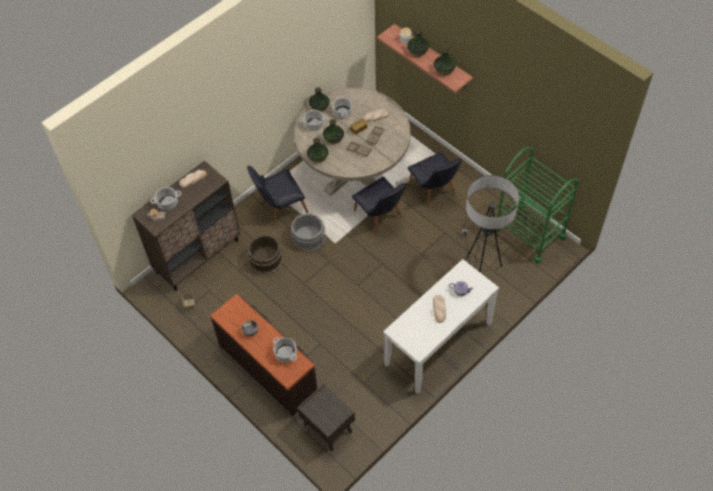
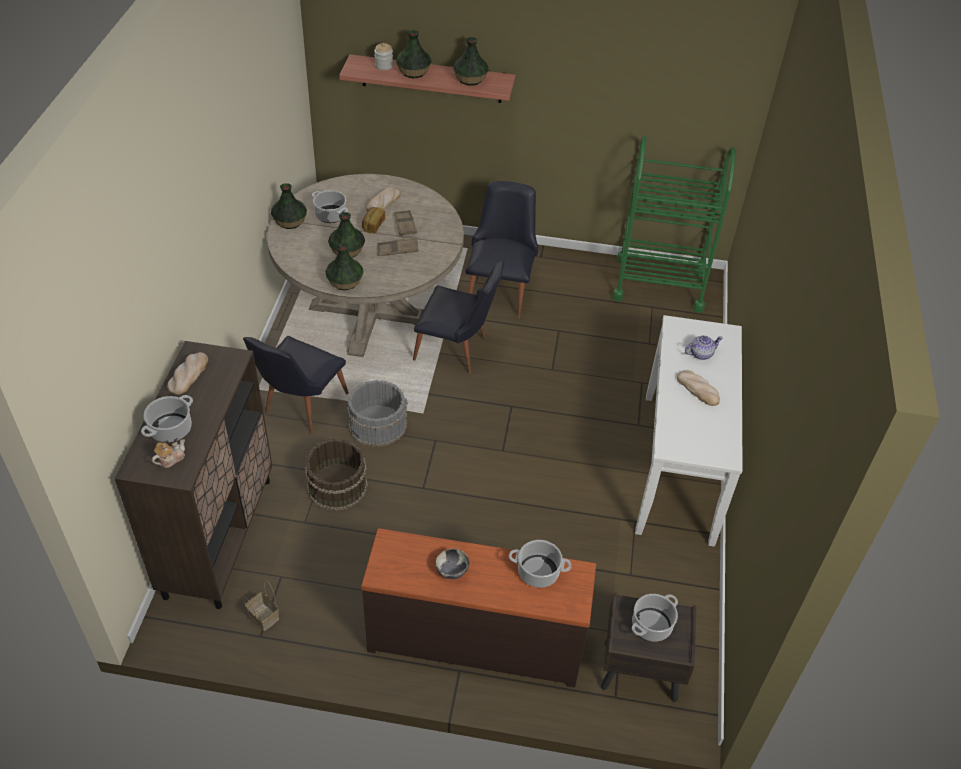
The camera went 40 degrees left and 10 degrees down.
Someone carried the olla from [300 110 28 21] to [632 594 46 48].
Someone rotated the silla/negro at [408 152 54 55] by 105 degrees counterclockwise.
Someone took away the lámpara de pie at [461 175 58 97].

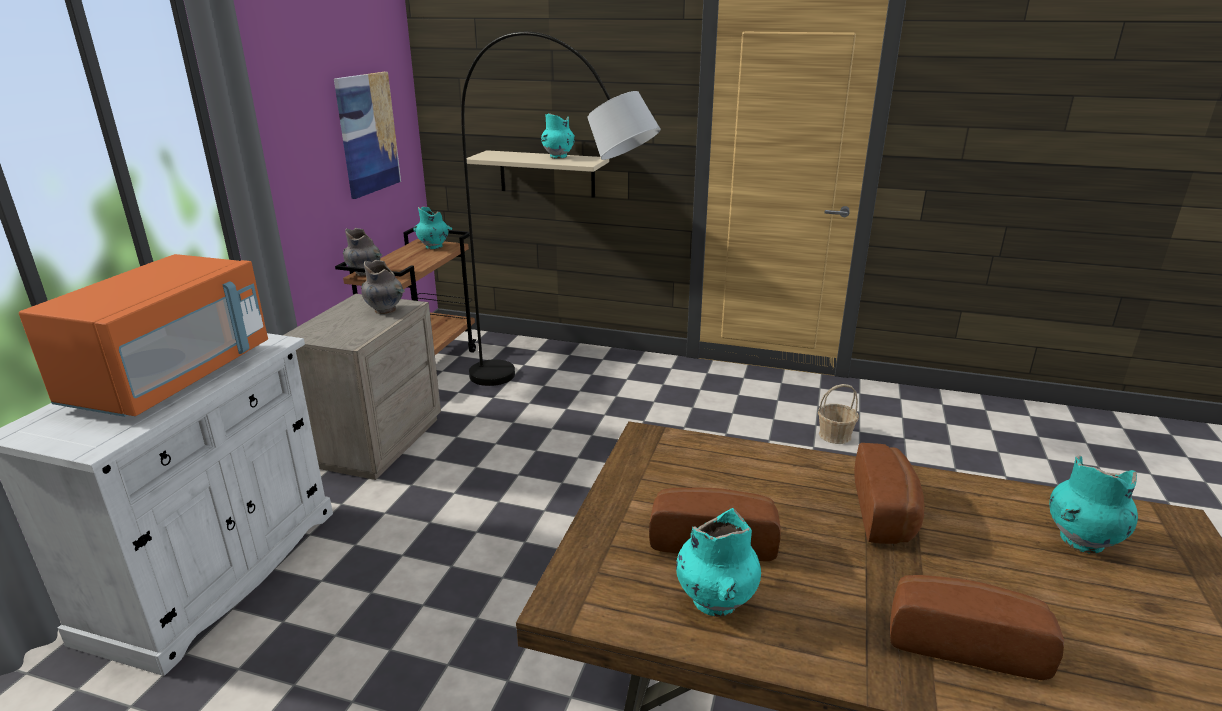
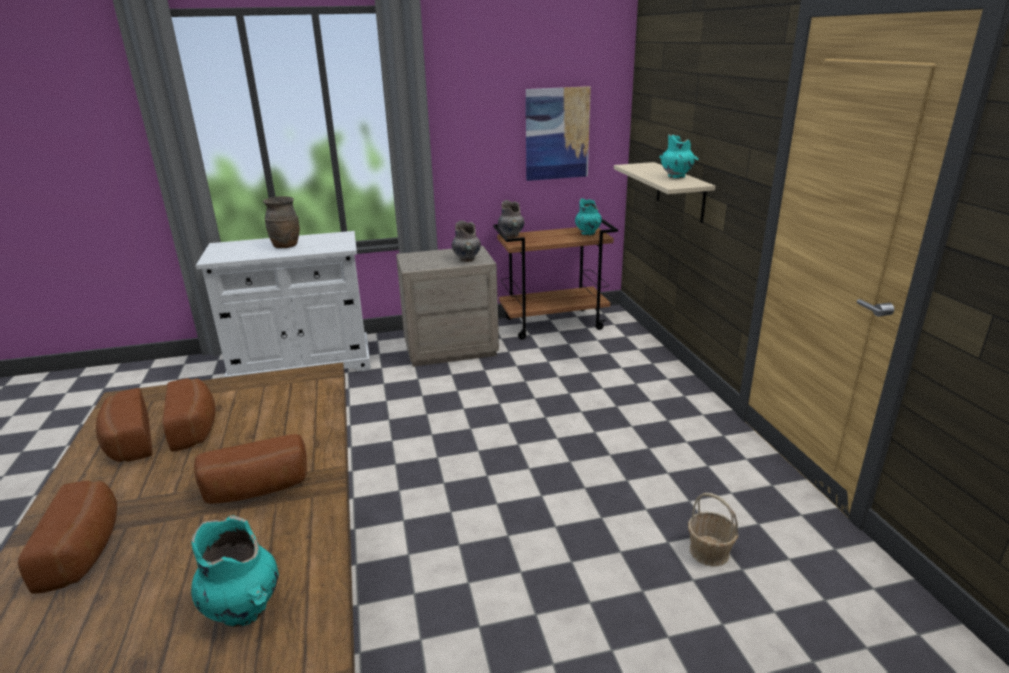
The camera went 60 degrees right and 0 degrees up.
Someone swapped the microondas/naranja at [19 254 249 163] for the florero/marrón at [263 196 37 52].
Someone took away the lámpara de pie/gris at [461 32 200 354].
Someone swapped the florero/turquesa at [676 508 85 109] for the pan at [96 388 56 74].

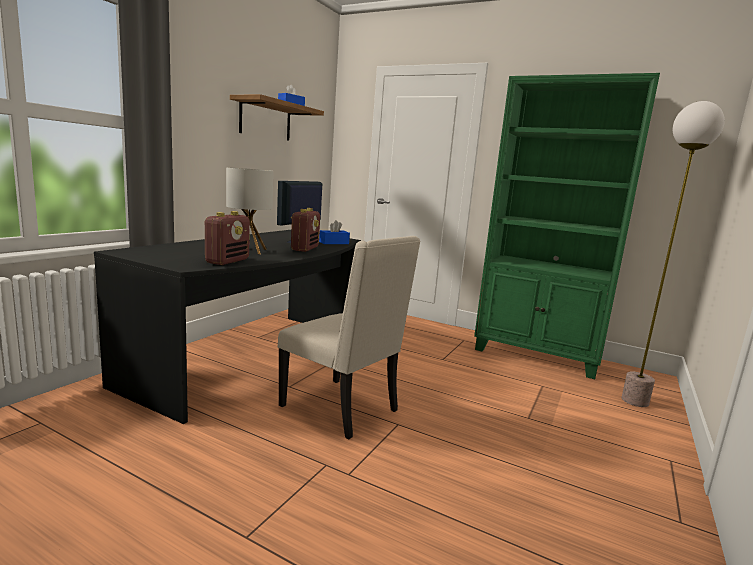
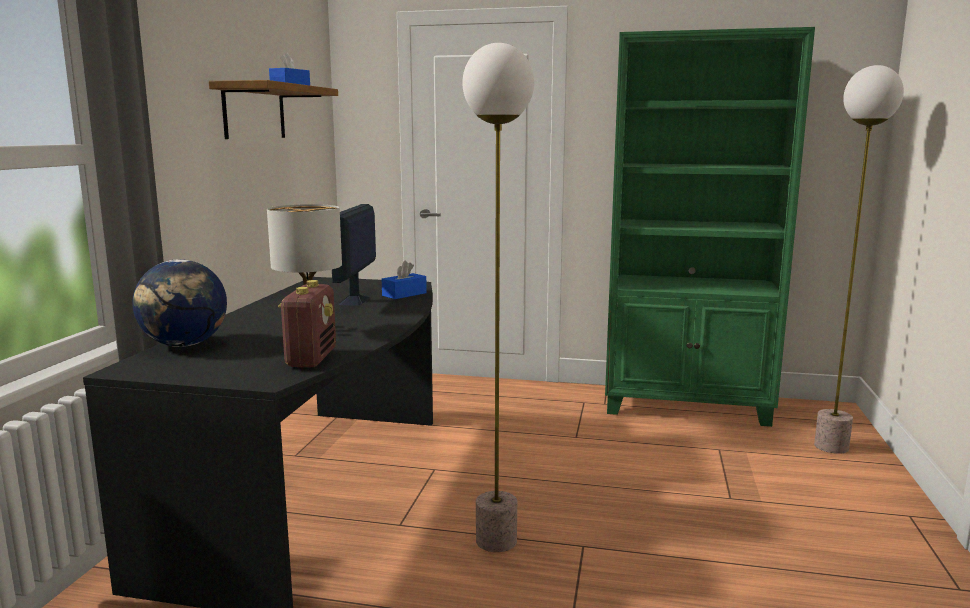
The camera went 15 degrees left and 0 degrees up.
Someone swapped the silla/beis at [278 236 143 203] for the lámpara de pie at [462 43 72 509].
Someone took away the radio at [290 208 30 44].
Someone put down the globo terráqueo at [132 259 95 88].

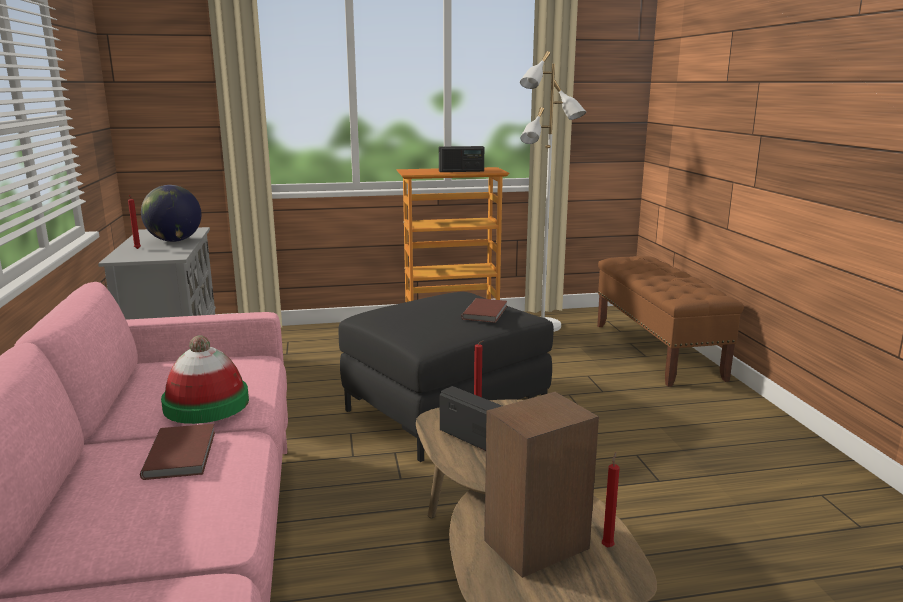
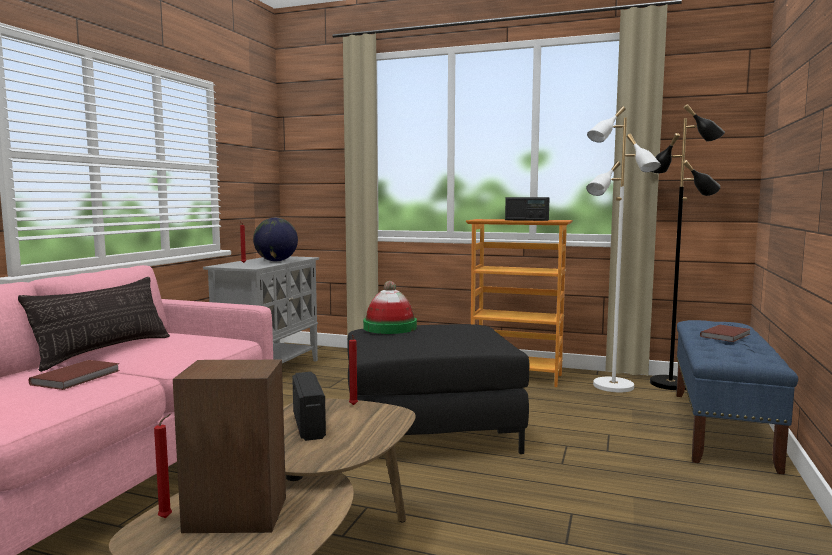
The camera went 30 degrees right and 10 degrees down.
Someone carried the sombrero from [161 335 88 89] to [363 281 54 53].
Someone carried the libro/marrón from [461 298 46 25] to [700 325 51 17].
Someone repainted the banco/marrón at [597 256 147 131], which became the banco/azul at [676 320 122 155].
Someone carried the vela/rojo from [602 452 18 96] to [154 414 18 104].
Someone put down the cojín at [18 277 152 95].
Someone put down the lámpara de pie/negro at [650 104 75 286].

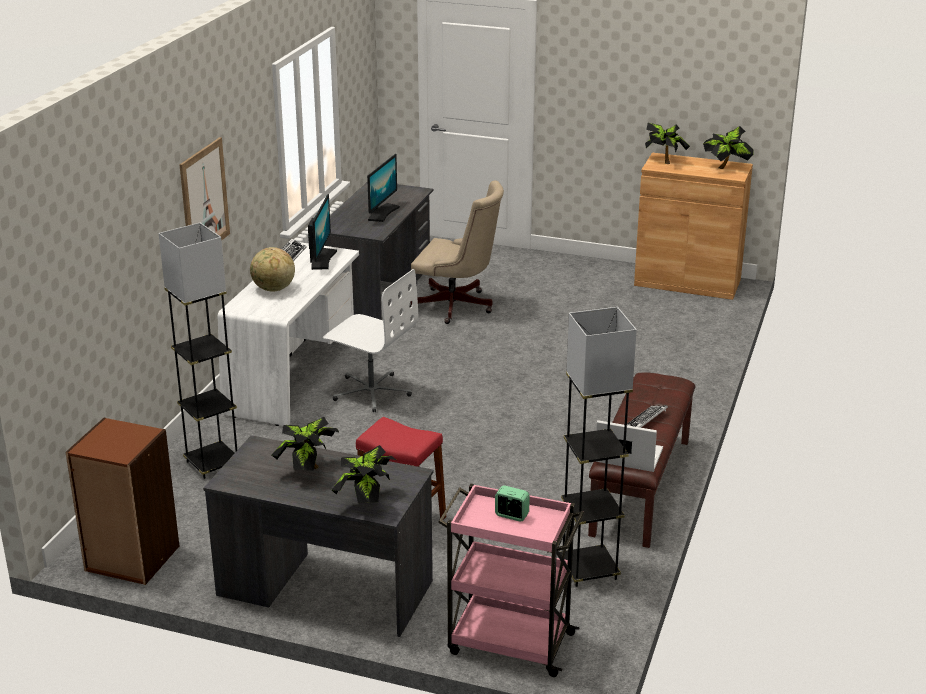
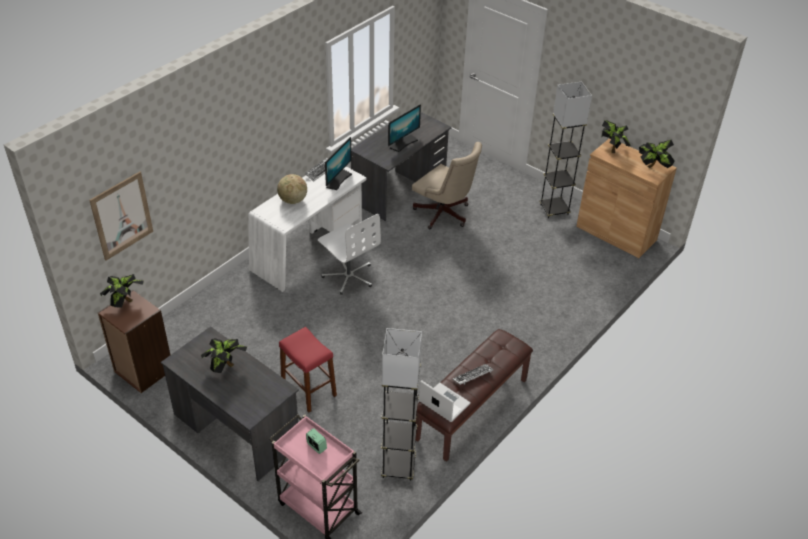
The camera went 20 degrees right and 15 degrees up.
Someone carried the lámpara de pie/gris from [159 223 78 256] to [539 82 53 136].
Someone carried the cuadro from [179 137 51 103] to [89 172 64 88].
Someone carried the planta en maceta from [332 445 64 58] to [100 274 44 34].

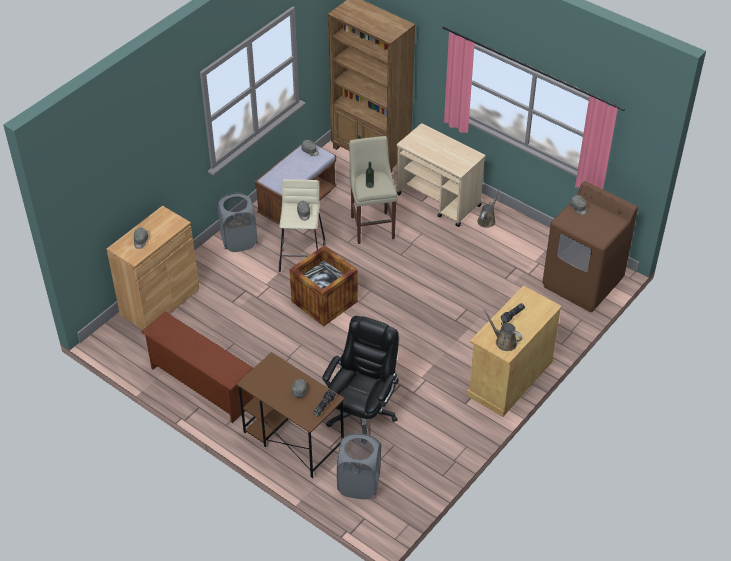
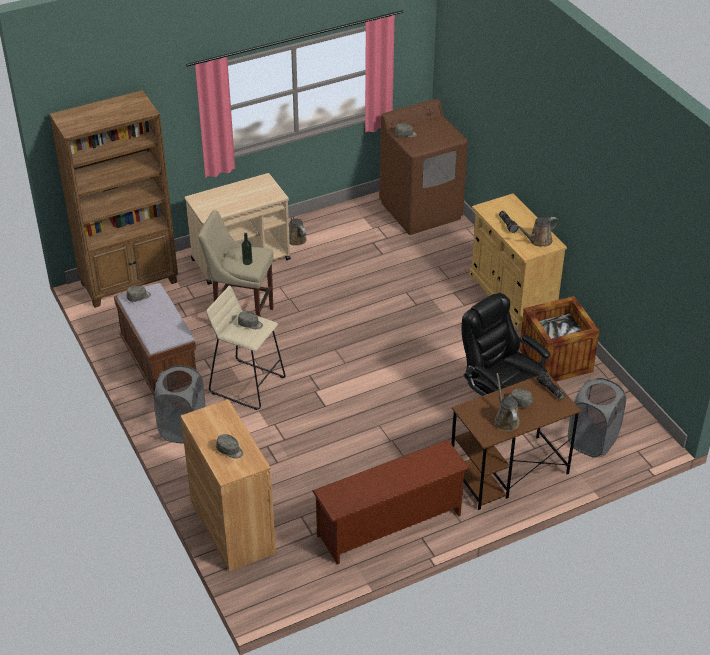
The camera went 65 degrees left and 5 degrees down.
Someone carried the caja de embalaje from [290 245 68 81] to [519 296 81 86].
Someone put down the regadera/marrón at [494 373 26 58].

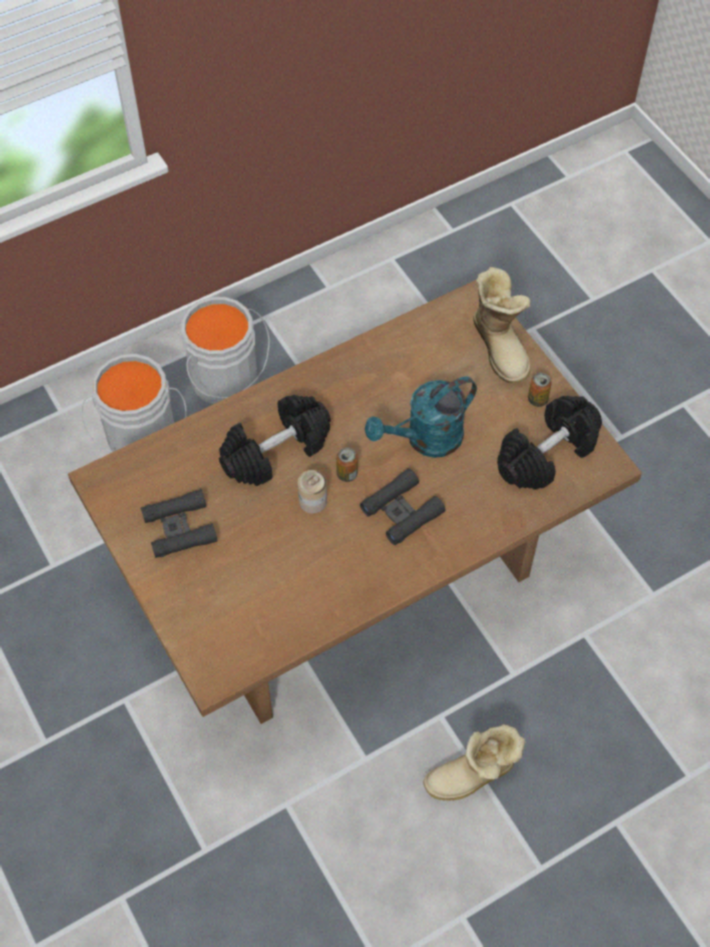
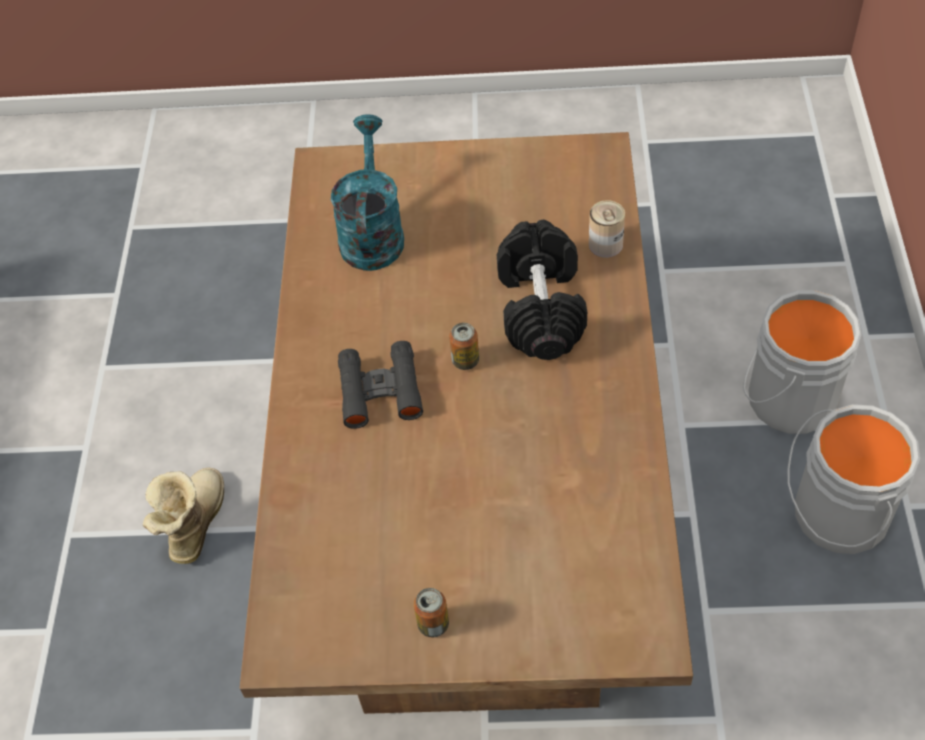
The camera went 125 degrees right and 5 degrees down.
Someone took away the prismáticos/negro at [141 489 77 69].
Someone carried the lata from [298 470 29 44] to [589 200 36 58].
Someone carried the regadera/turquesa from [365 377 112 81] to [331 114 73 157].
Someone took away the bota at [473 267 57 116].
Someone took away the mancuerna/negro at [497 396 105 94].

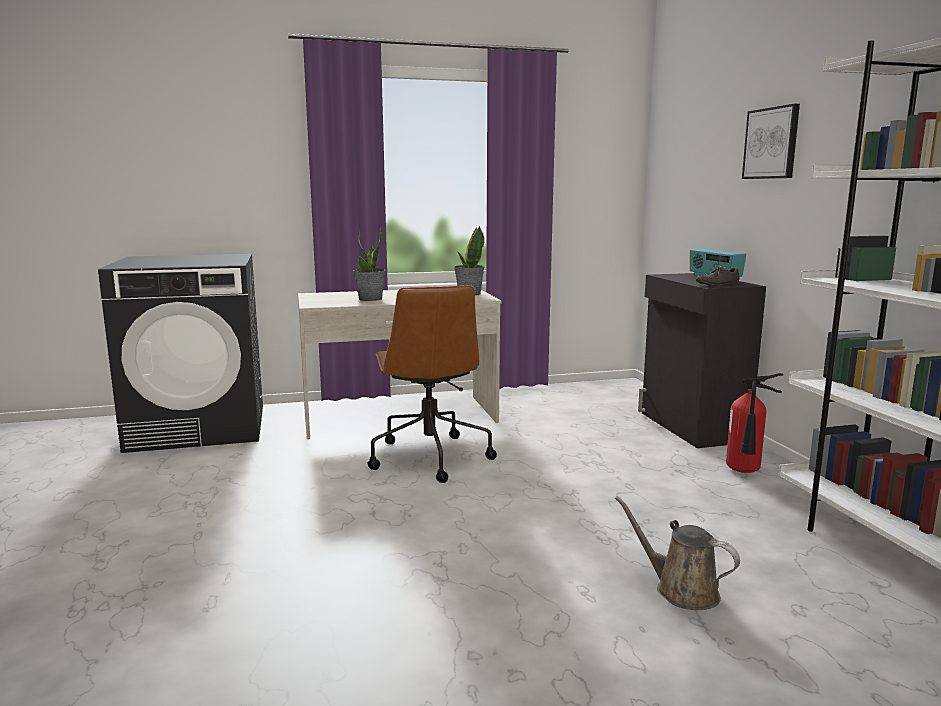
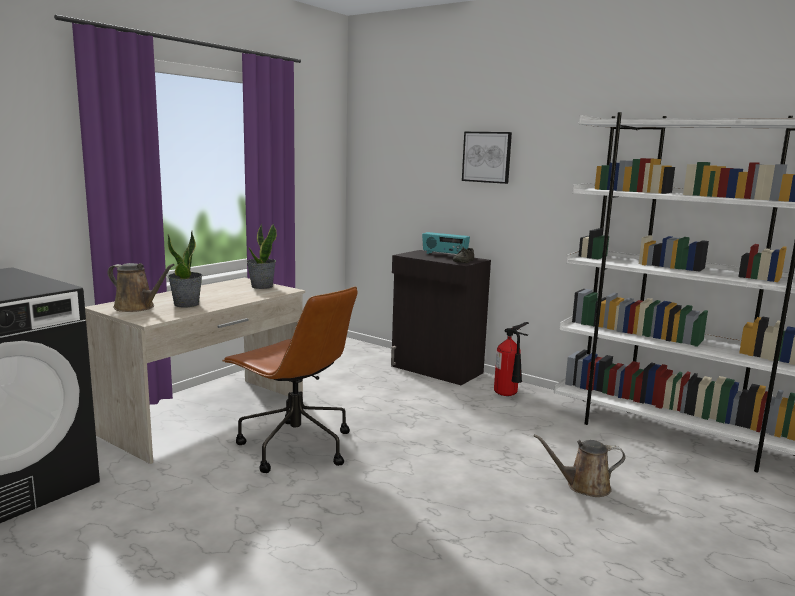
The camera went 40 degrees left and 0 degrees up.
Someone put down the regadera/marrón at [108 263 67 49].

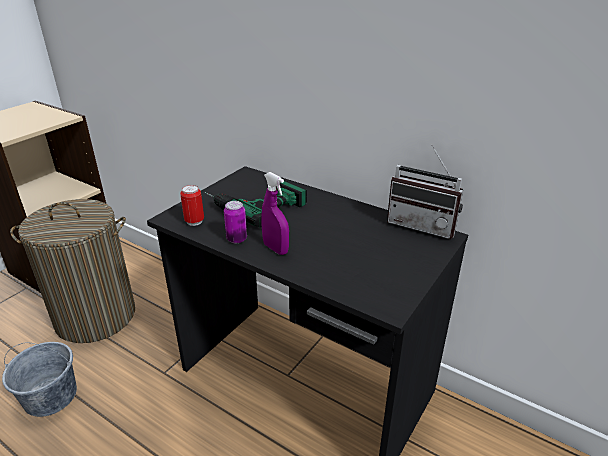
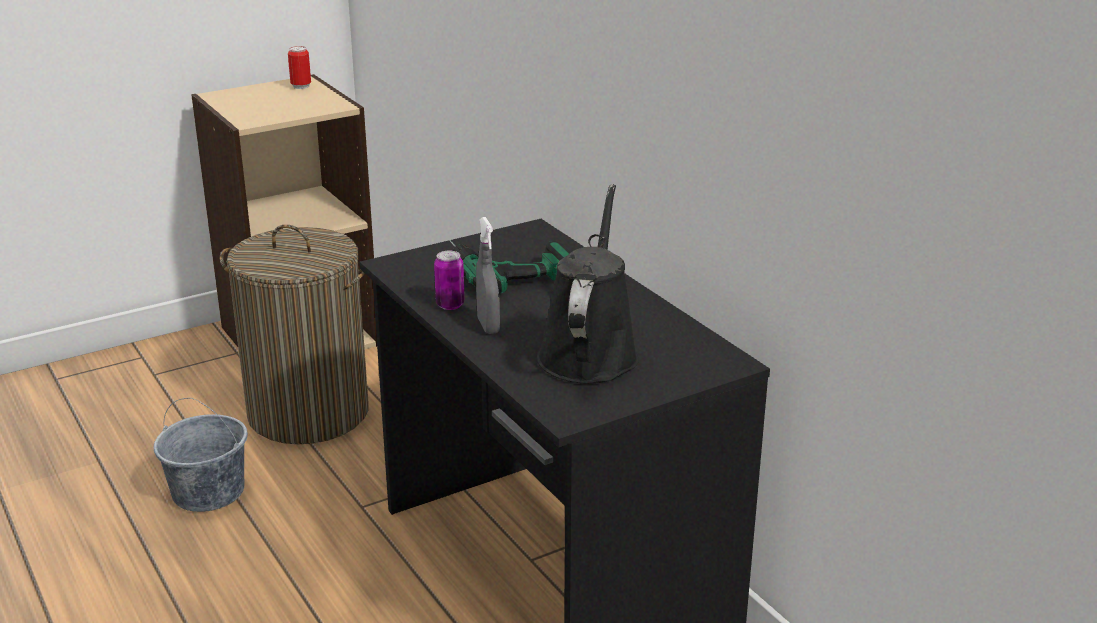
The camera went 25 degrees right and 5 degrees down.
Someone carried the lata from [180 185 24 41] to [288 46 23 43].
Someone repainted the pulverizador/morado at [261 172 28 83], which became the pulverizador/gris at [476 217 24 117].
Someone took away the radio at [387 144 76 95].
Someone put down the regadera/negro at [537 184 102 199].

